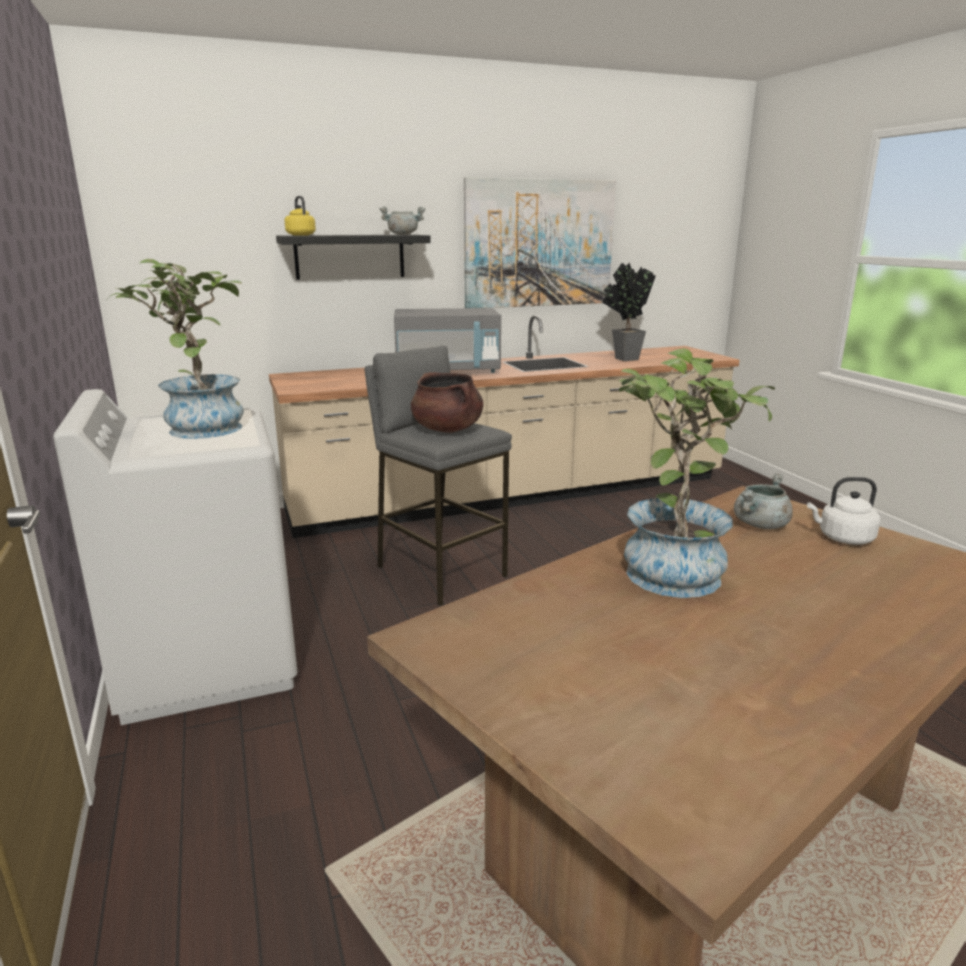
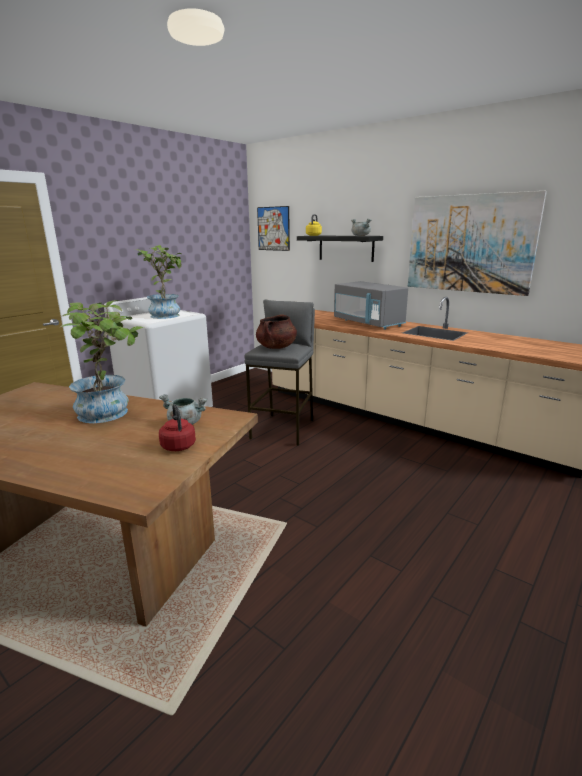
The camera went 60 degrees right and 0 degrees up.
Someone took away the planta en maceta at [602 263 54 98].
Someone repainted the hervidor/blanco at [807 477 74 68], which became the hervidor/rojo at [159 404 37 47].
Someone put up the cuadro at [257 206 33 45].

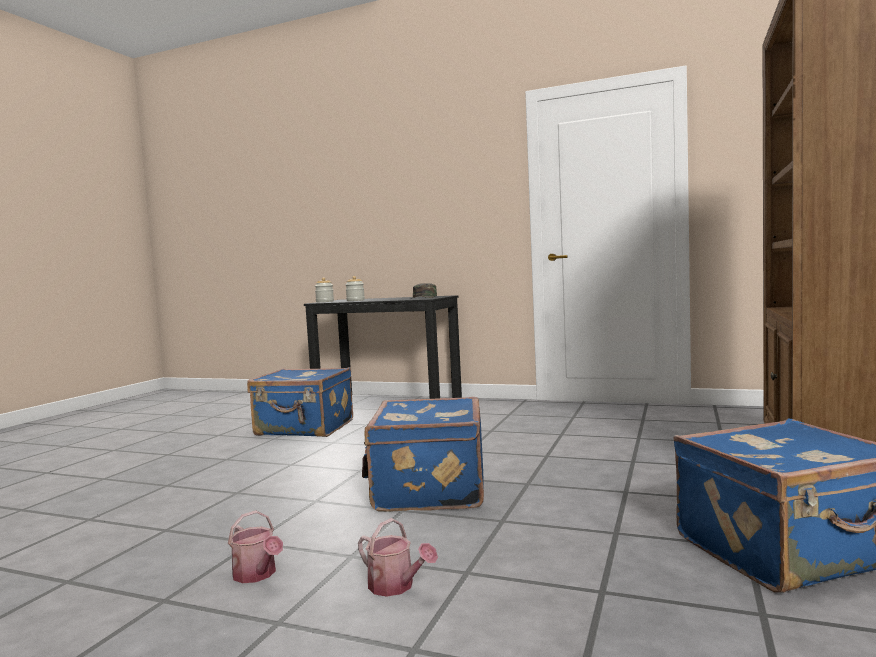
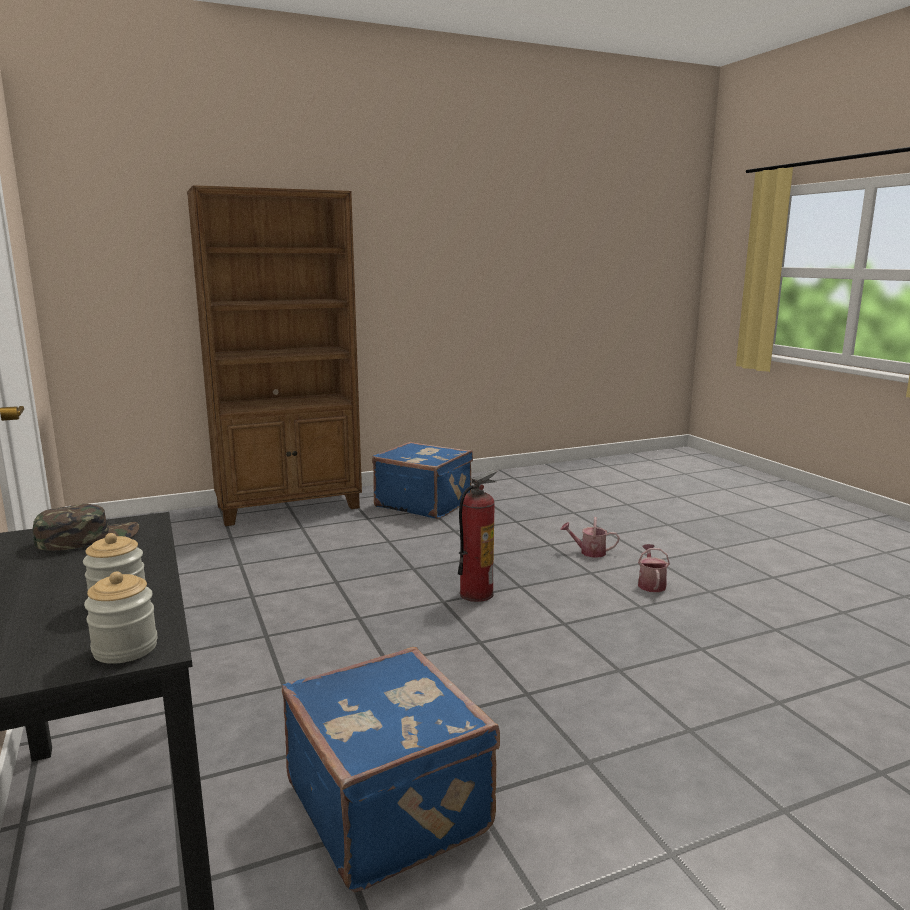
The camera went 135 degrees left and 10 degrees up.
Someone rotated the regadera at [358 518 80 79] by 75 degrees counterclockwise.
Someone swapped the maleta/azul at [362 397 122 115] for the extintor at [458 470 39 132].

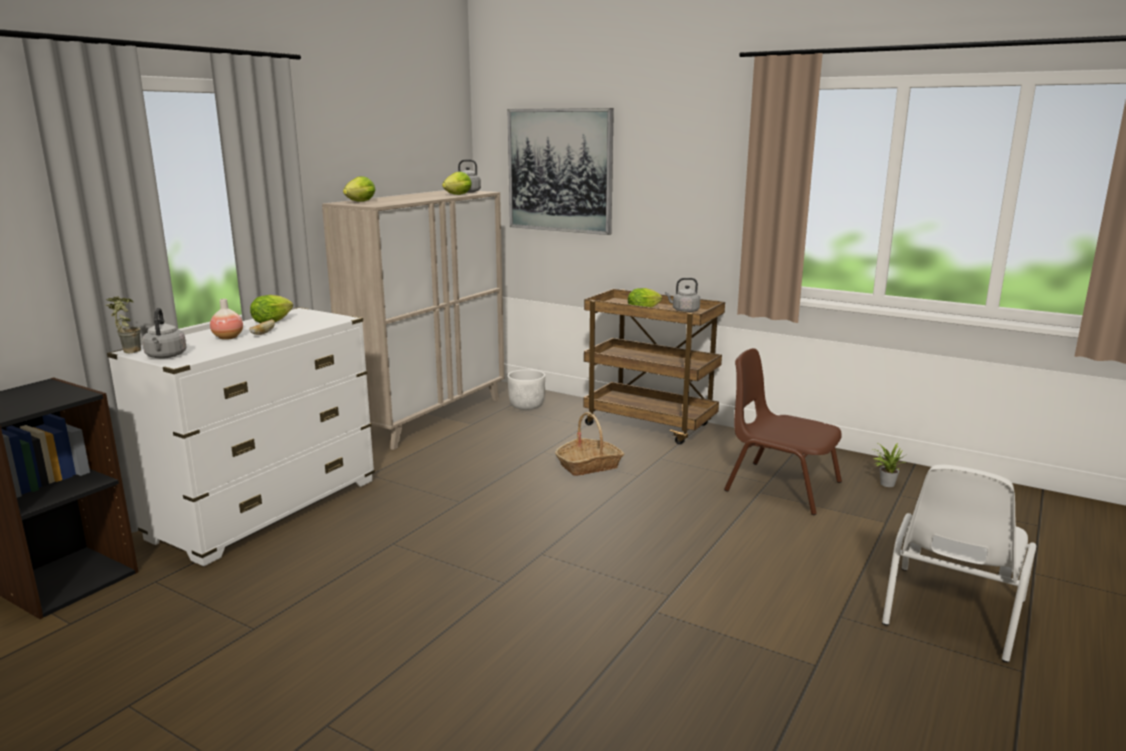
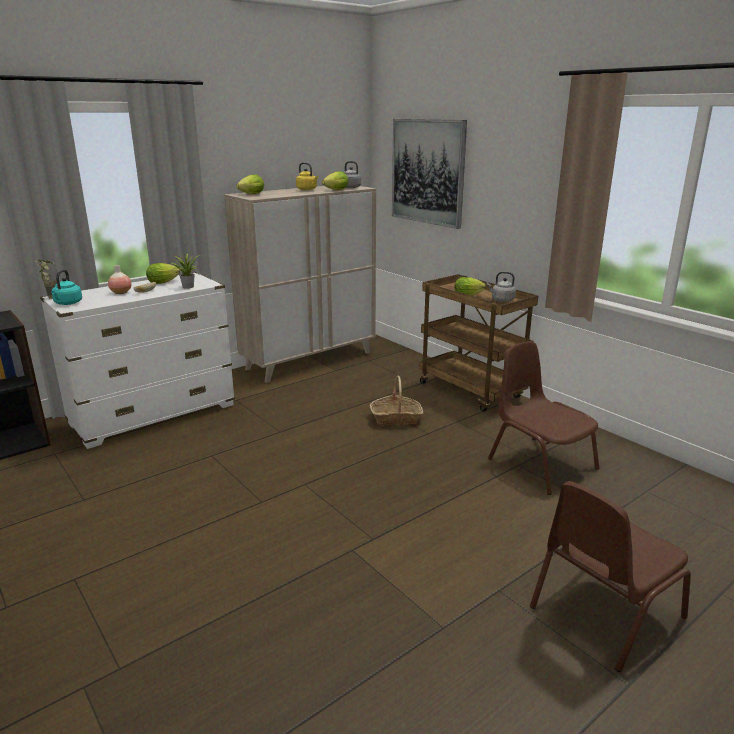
The camera went 20 degrees right and 5 degrees up.
Someone repainted the hervidor/gris at [142 308 45 51], which became the hervidor/turquesa at [51 269 31 36].
Someone took away the maceta/blanco at [507 369 38 41].
Someone carried the planta en maceta from [873 443 34 44] to [170 254 30 35].
Someone repainted the silla/blanco at [882 465 154 198], which became the silla/marrón at [530 481 161 191].
Someone put down the hervidor/amarillo at [296 162 22 28].

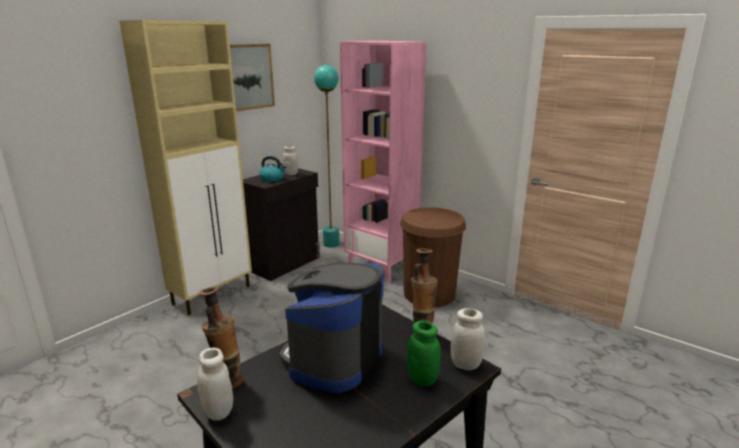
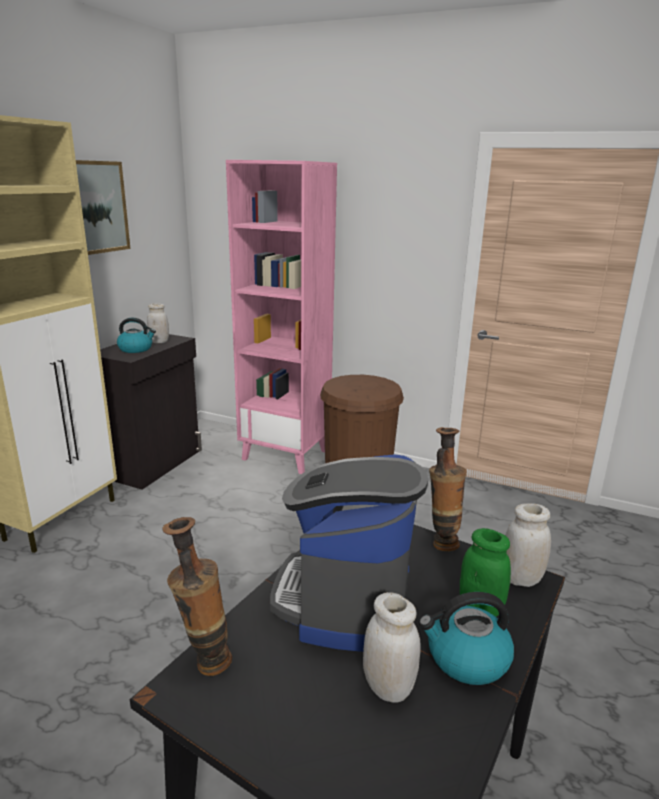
The camera went 15 degrees left and 0 degrees up.
Someone carried the tarro/blanco from [197 347 36 74] to [363 592 58 111].
Someone took away the lámpara de pie/turquesa at [314 65 25 183].
Someone put down the hervidor at [419 592 95 93].

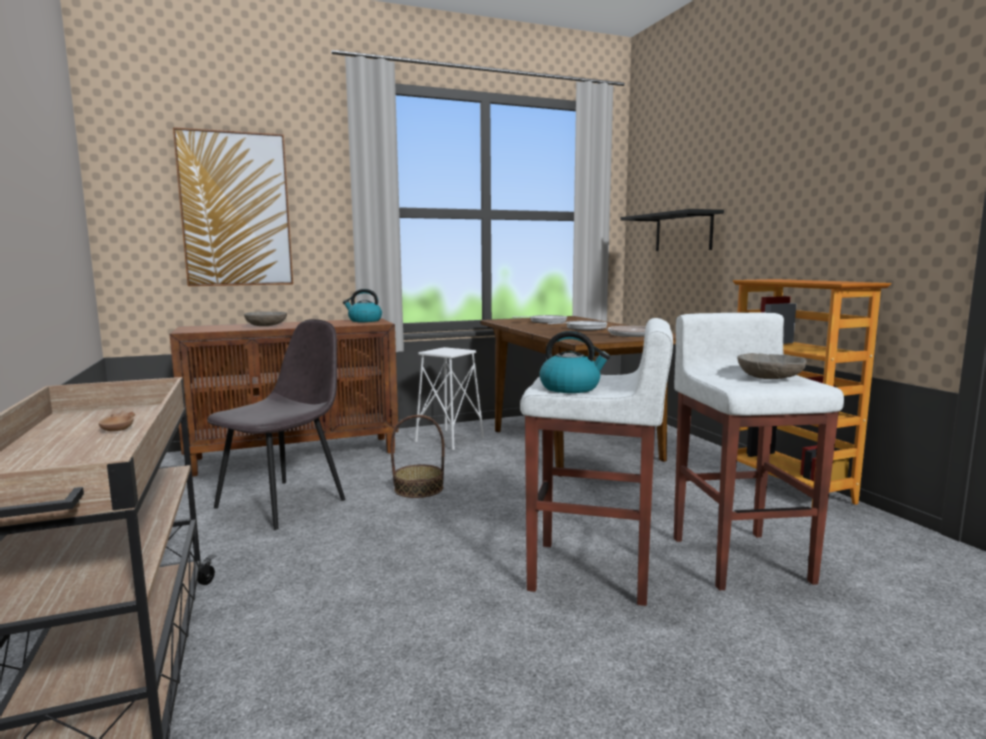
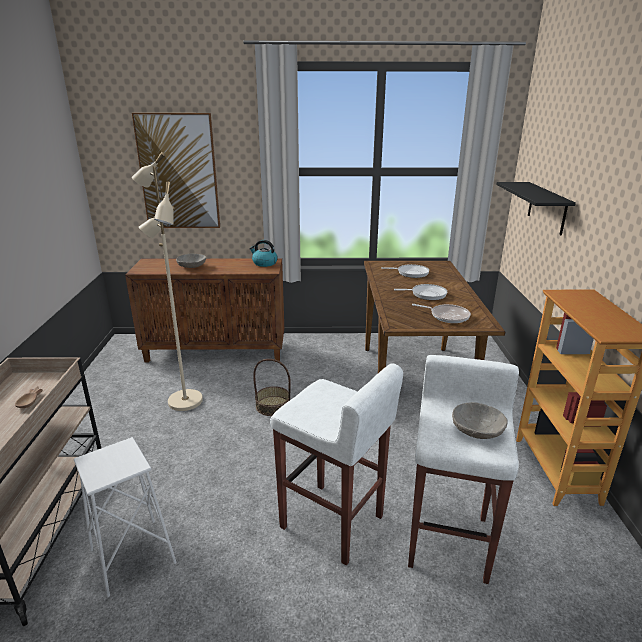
The camera went 20 degrees right and 15 degrees up.
Someone swapped the silla/gris at [207 319 138 211] for the lámpara de pie/beis at [132 152 71 259].
Someone carried the taburete/blanco from [415 347 69 103] to [74 437 103 160].
Someone took away the hervidor at [539 331 71 62].

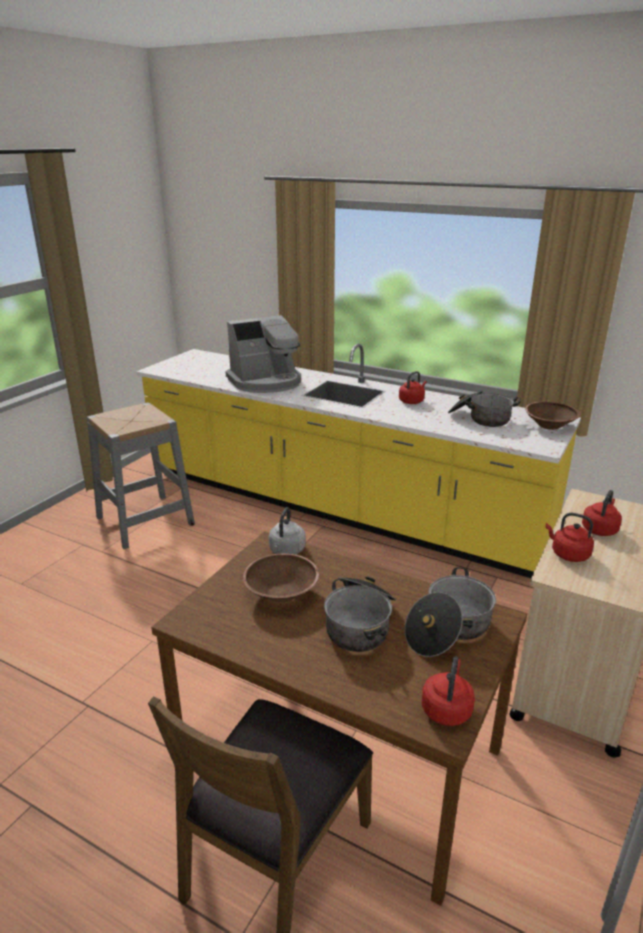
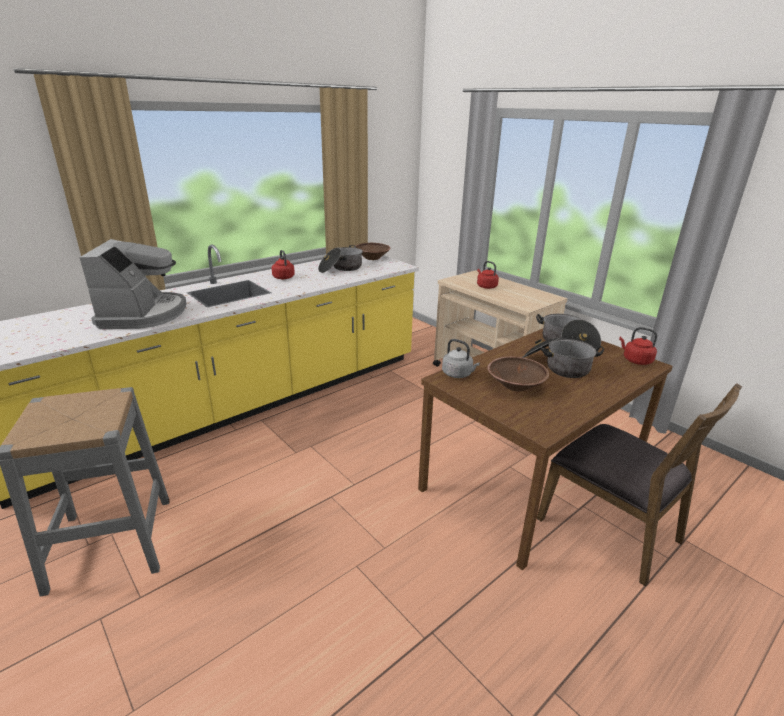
The camera went 70 degrees left and 0 degrees up.
Someone took away the hervidor/rojo at [545 513 49 49].

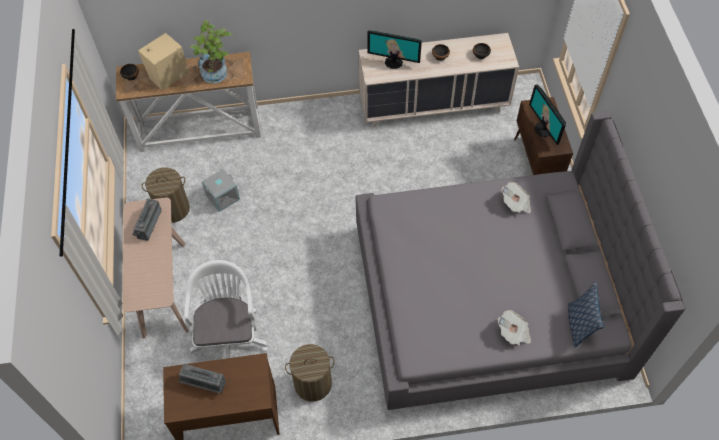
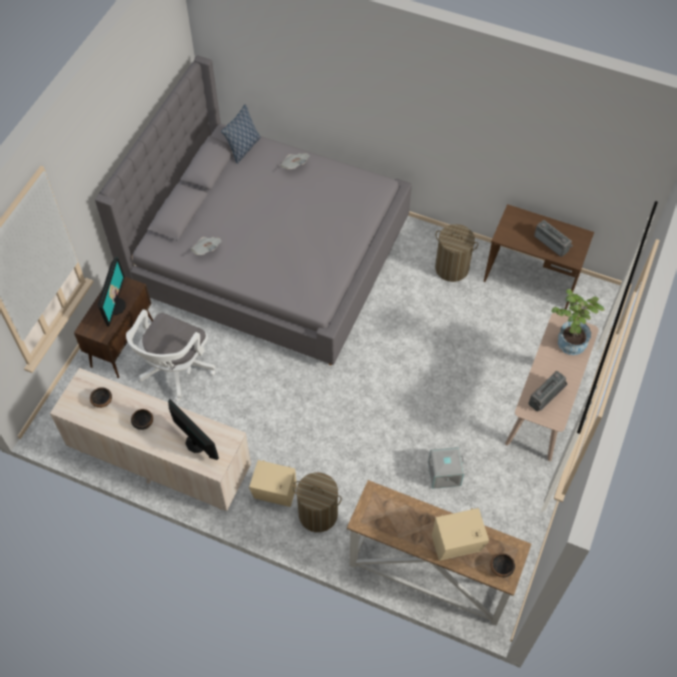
The camera went 150 degrees left and 0 degrees up.
Someone carried the cesto de la ropa from [142 167 48 56] to [293 472 49 60].
Someone carried the silla de oficina/blanco from [184 260 84 99] to [126 309 89 92].
Someone carried the planta en maceta from [190 20 43 63] to [551 289 54 66].
Someone put down the altavoz/beis at [249 460 48 47].

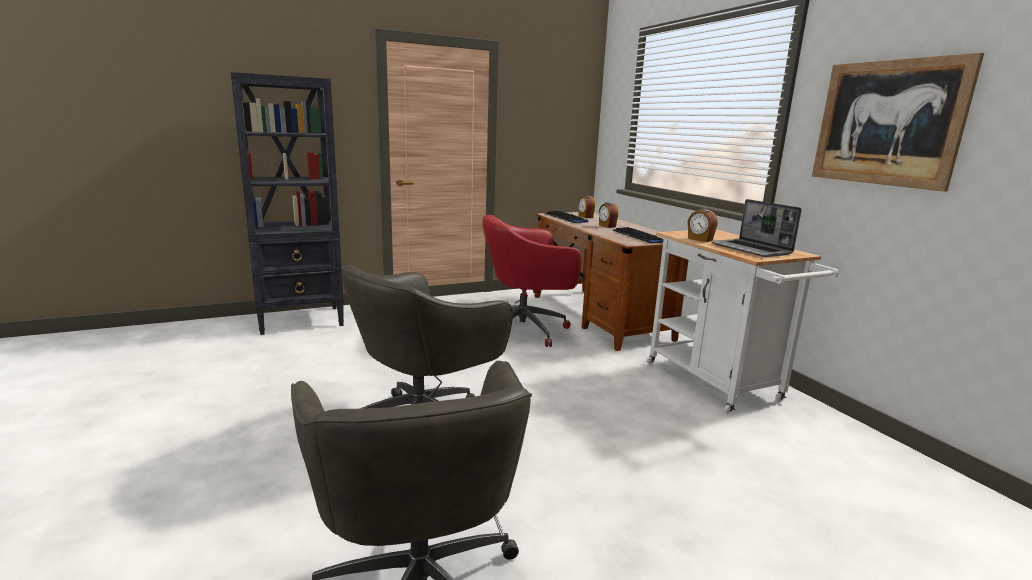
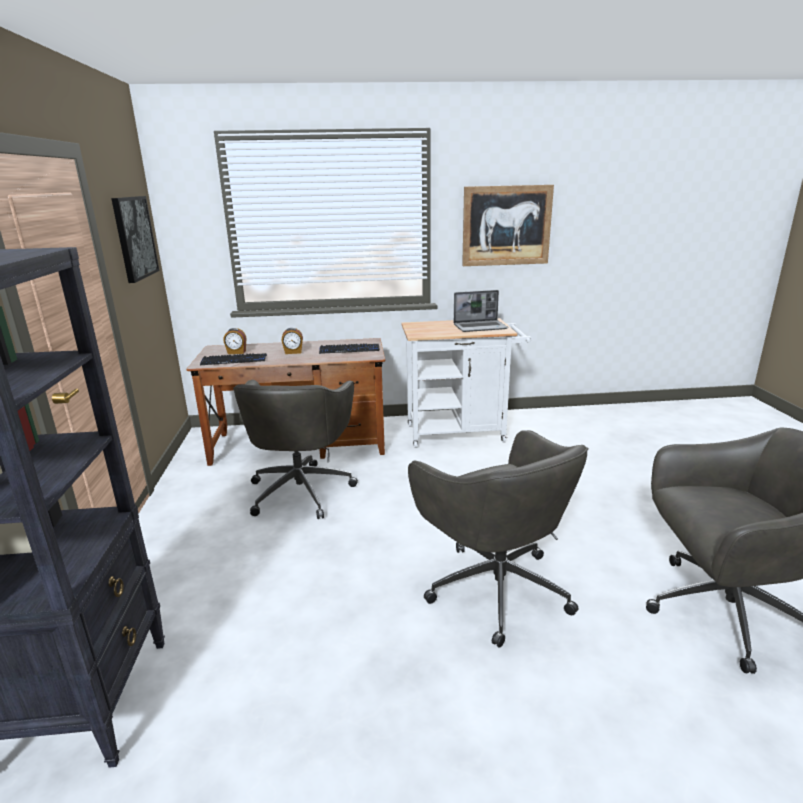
The camera went 70 degrees left and 5 degrees up.
Someone repainted the silla de oficina/rojo at [482 215 100 132], which became the silla de oficina/gris at [233 380 125 139].
Someone took away the despertador at [688 209 30 33].
Someone put up the cuadro at [111 196 48 87].

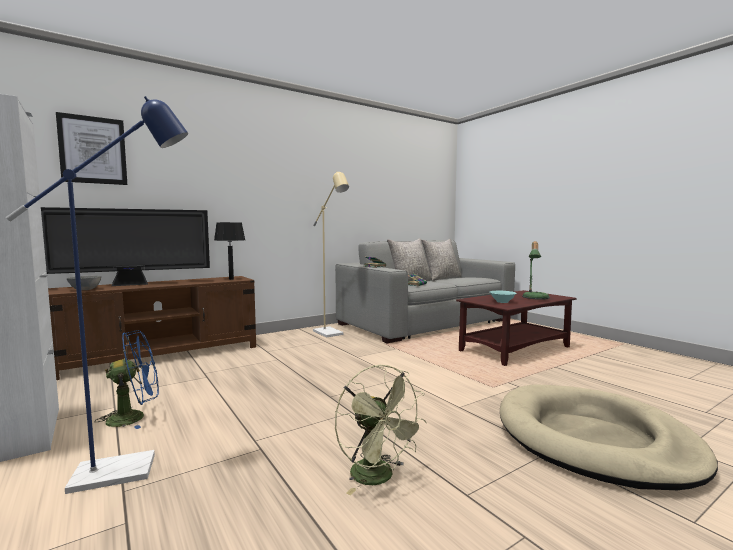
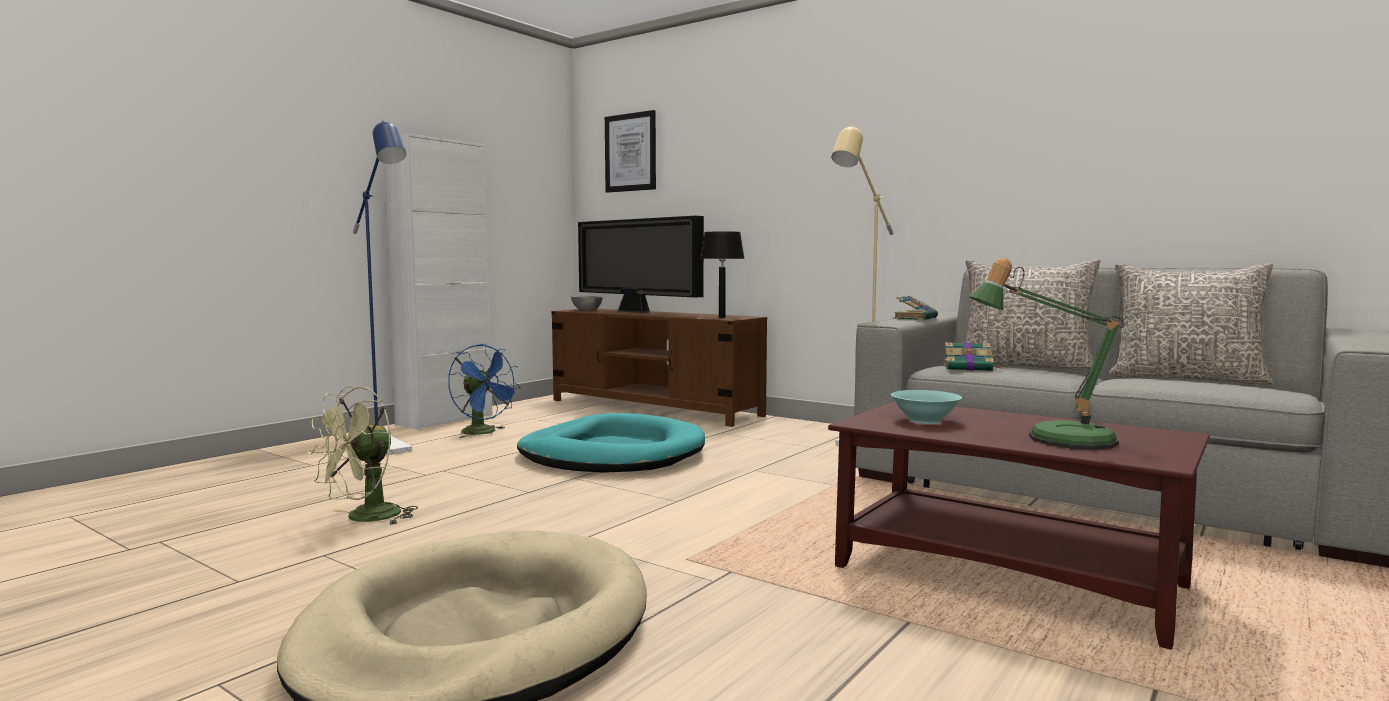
The camera went 70 degrees right and 0 degrees up.
Someone put down the cama para perro/turquesa at [517 413 188 60].

